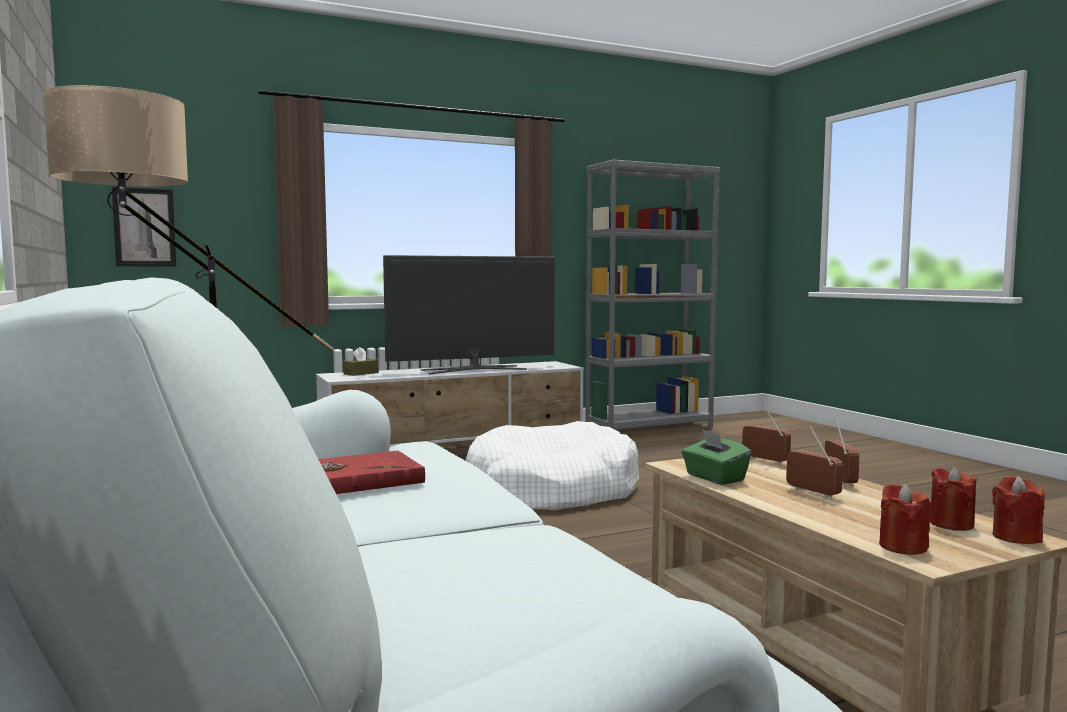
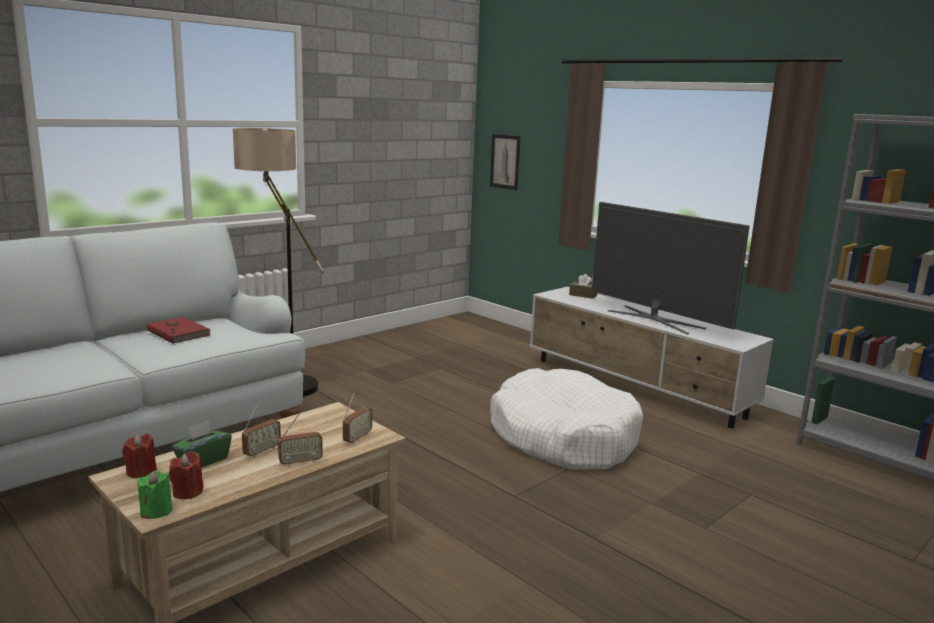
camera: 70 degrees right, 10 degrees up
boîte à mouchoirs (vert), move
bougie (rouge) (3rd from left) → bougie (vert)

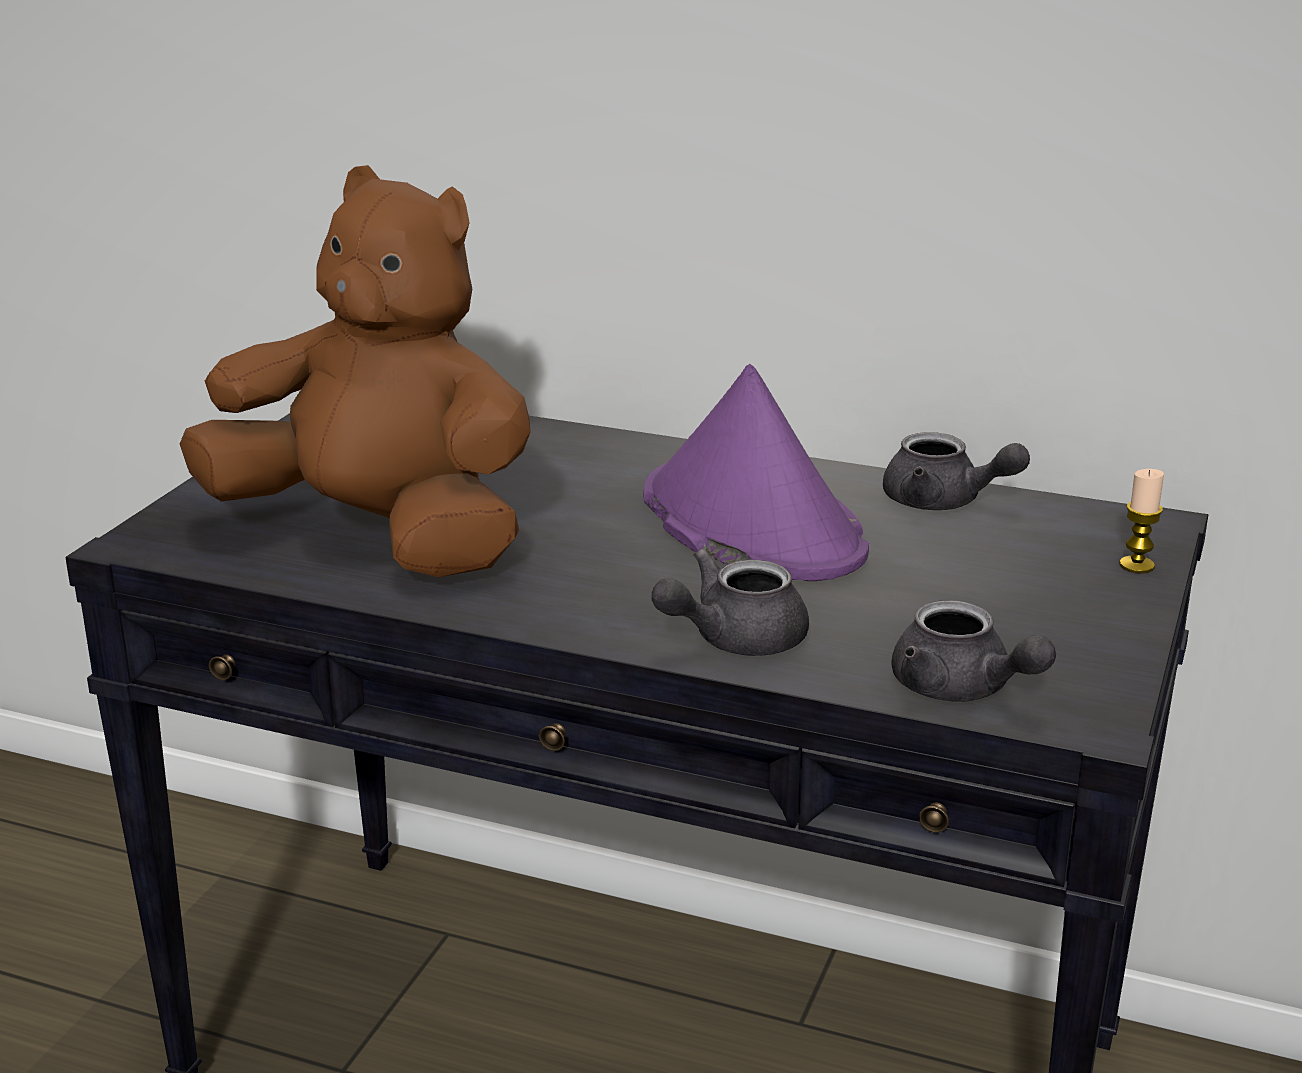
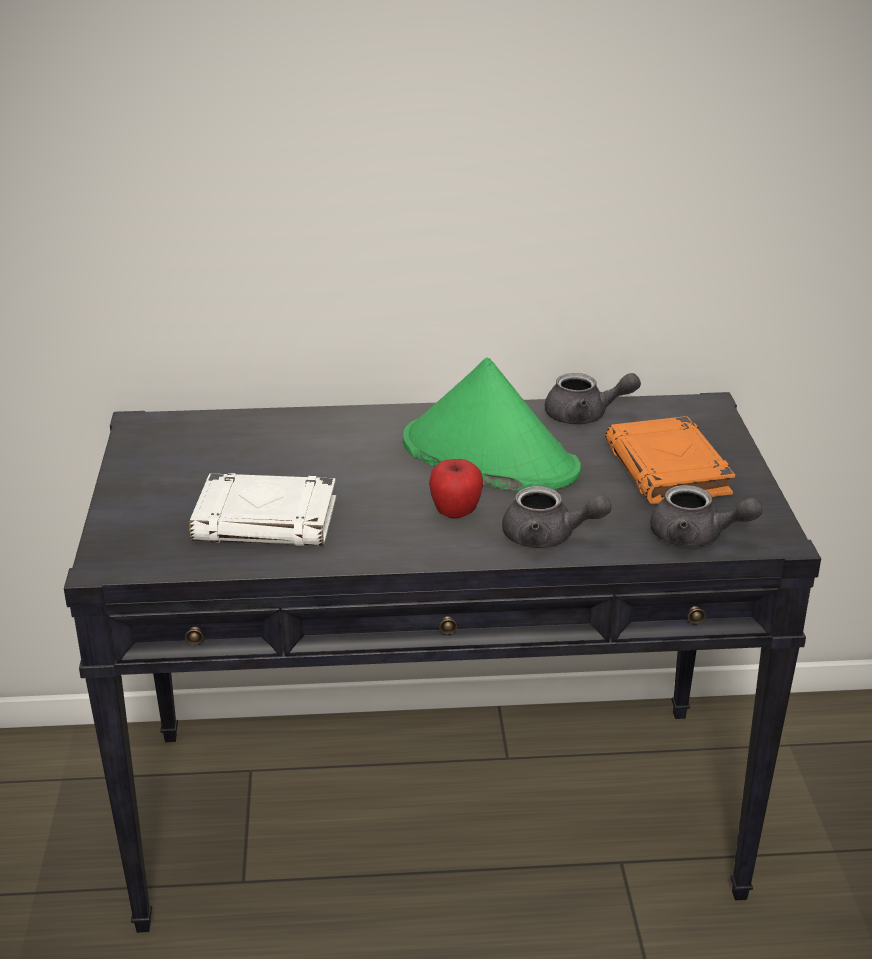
camera: 25 degrees left, 5 degrees up
bougie → -
- → pomme
- → livre (orange)
peluche (marron) → livre (blanc)
chapeau (violet) → chapeau (vert)
théière (gris) (1st from left), 105 degrees counterclockwise

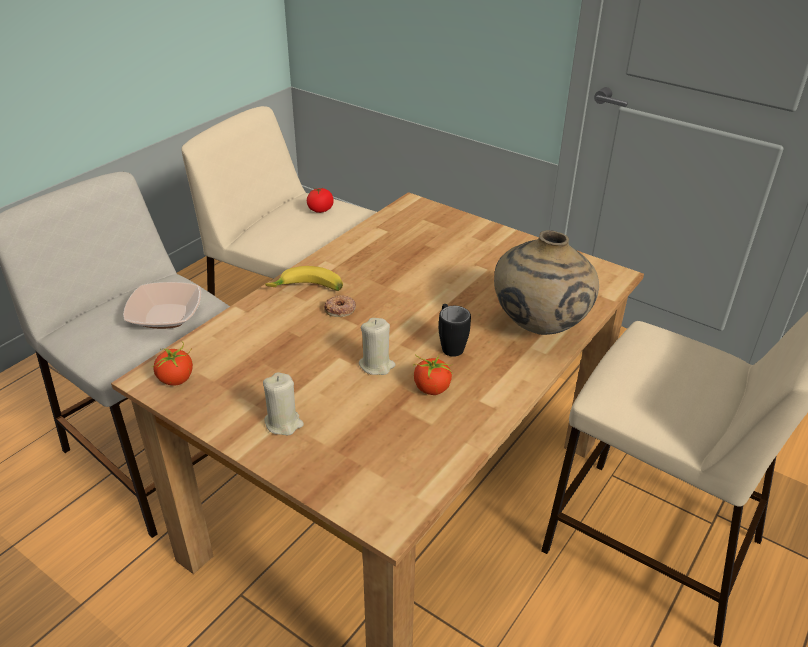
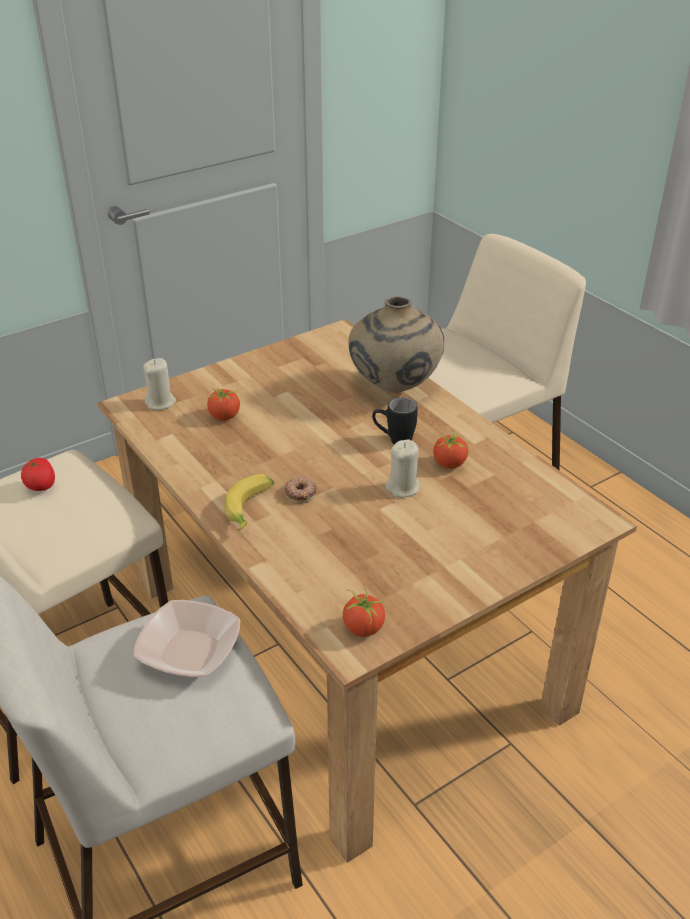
camera: 70 degrees left, 0 degrees up
- → tomate (2nd from left)
bougie (beige) (1st from left), move

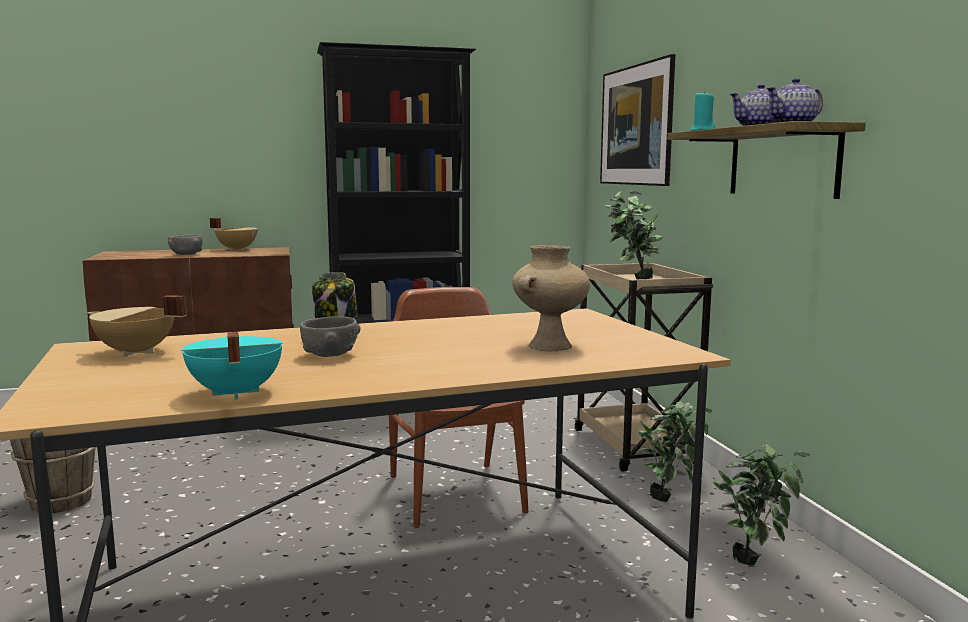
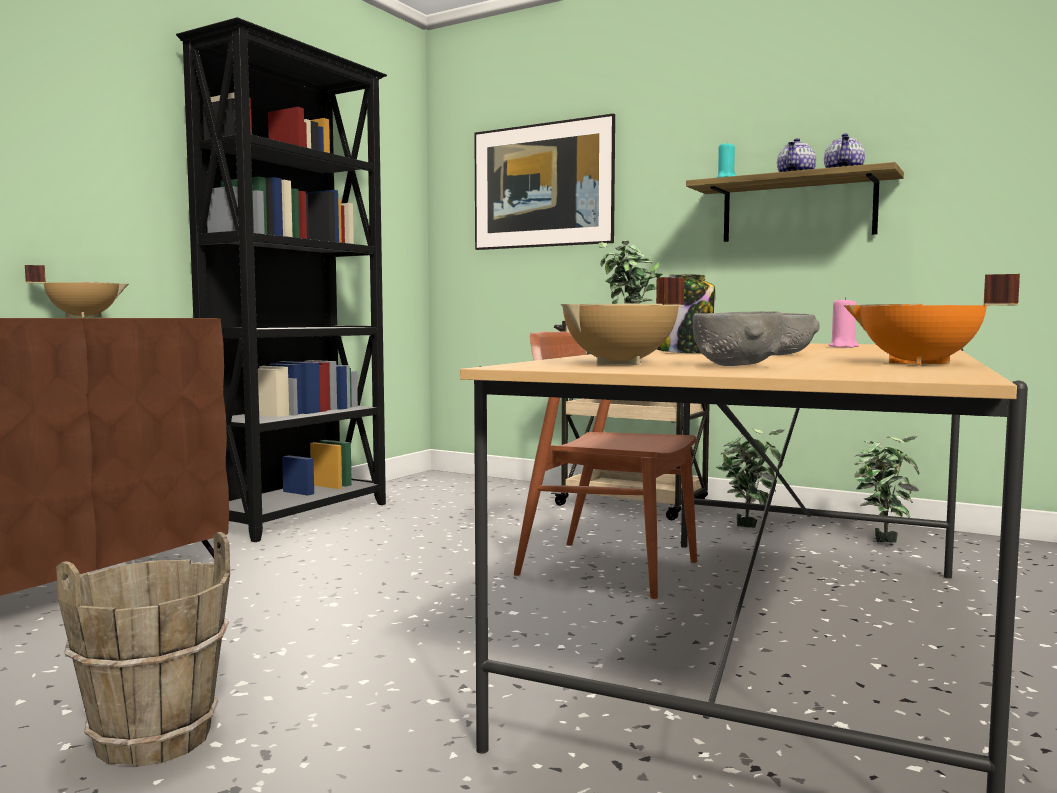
camera: 45 degrees left, 5 degrees down
bol (gris) (1st from left), move
vase (beige) → bougie (rose)
marmite (turquoise) → marmite (orange)

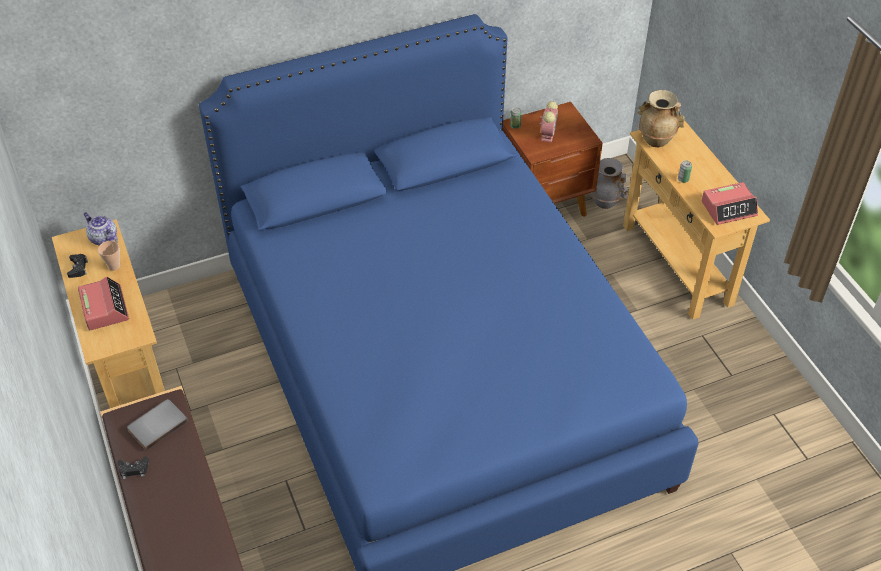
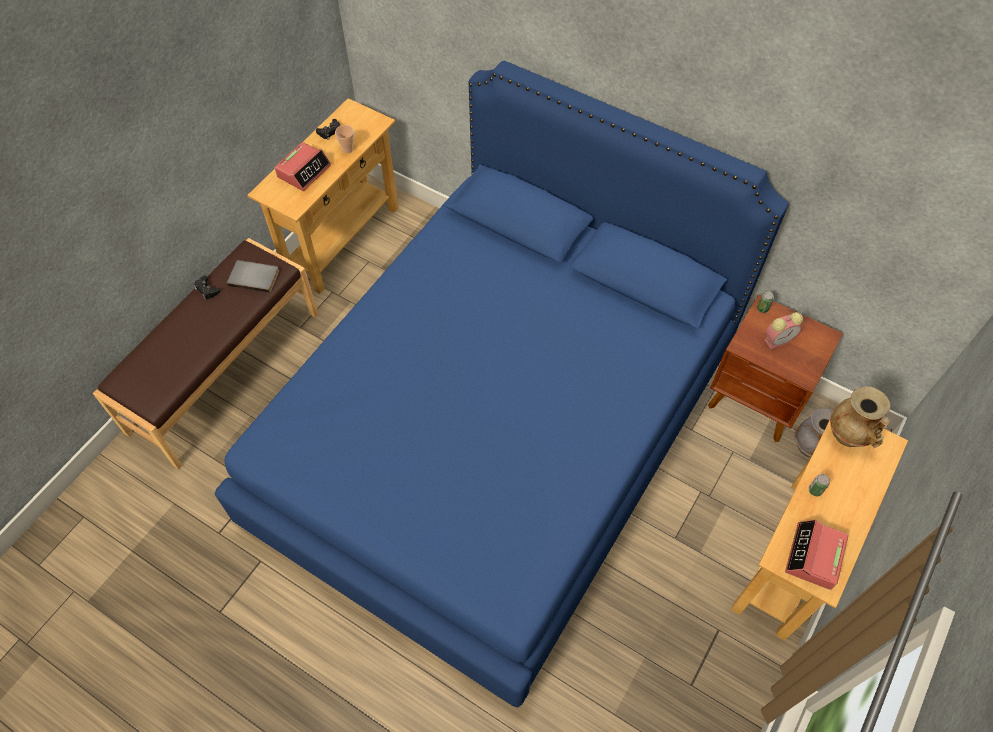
camera: 55 degrees right, 10 degrees up
théière → -
réveil (3rd from left), 75 degrees clockwise

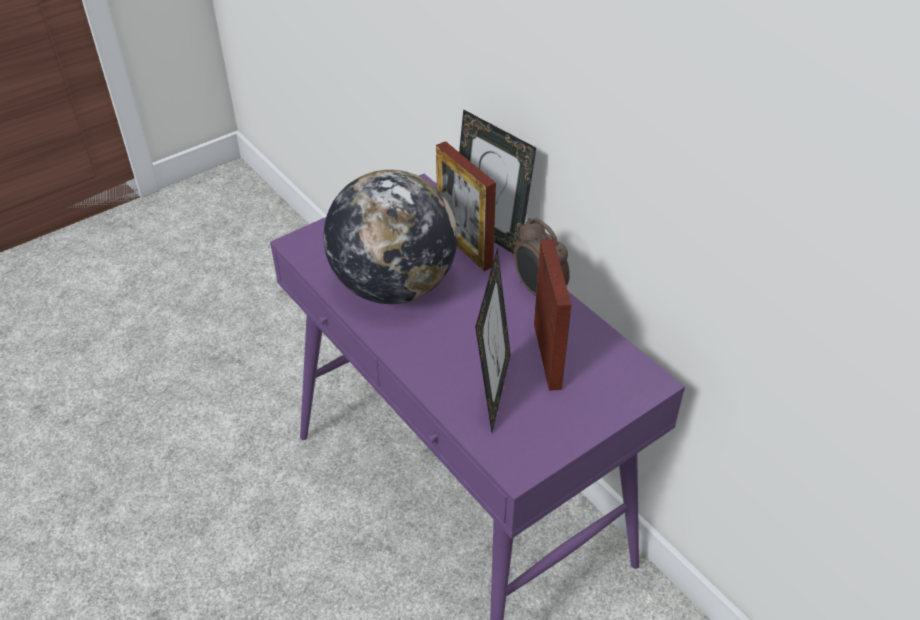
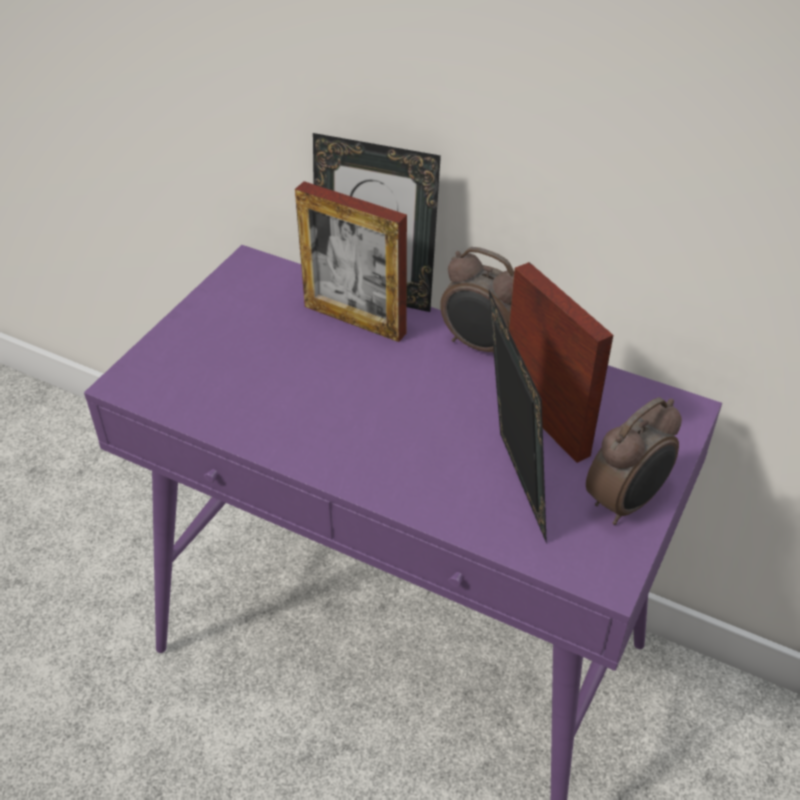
camera: 25 degrees left, 0 degrees up
globe → -
- → réveil (2nd from left)

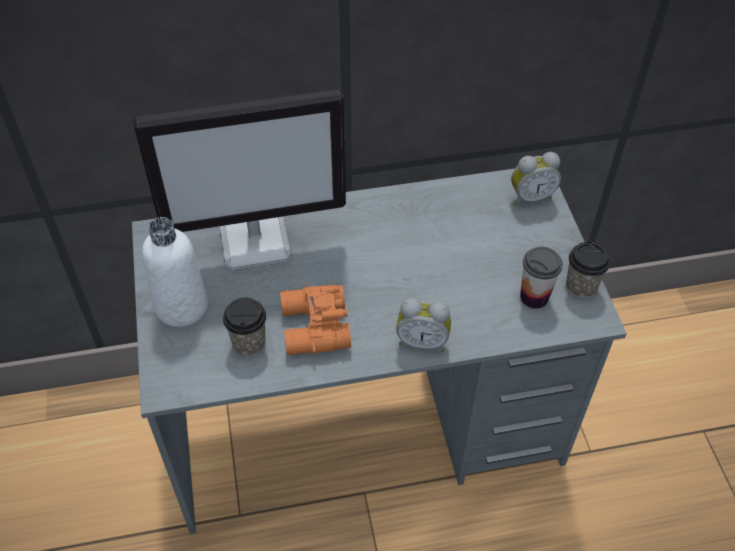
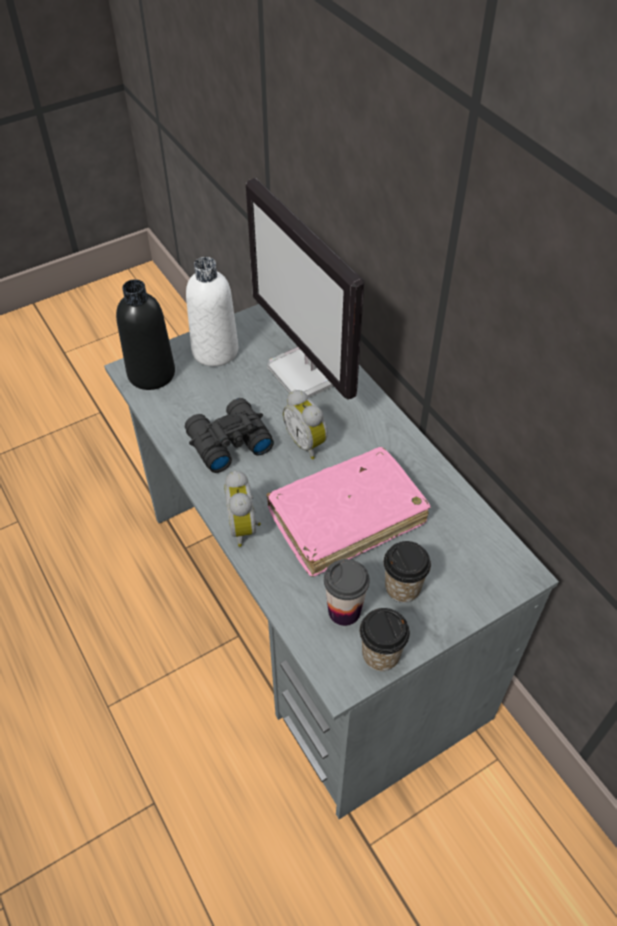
camera: 70 degrees right, 0 degrees up
- → bouteille (noir)
- → livre (rose)
tasse (1st from left in the first image) → tasse (3rd from left), move
réveil (2nd from left), move
jumelles (orange) → jumelles (noir)

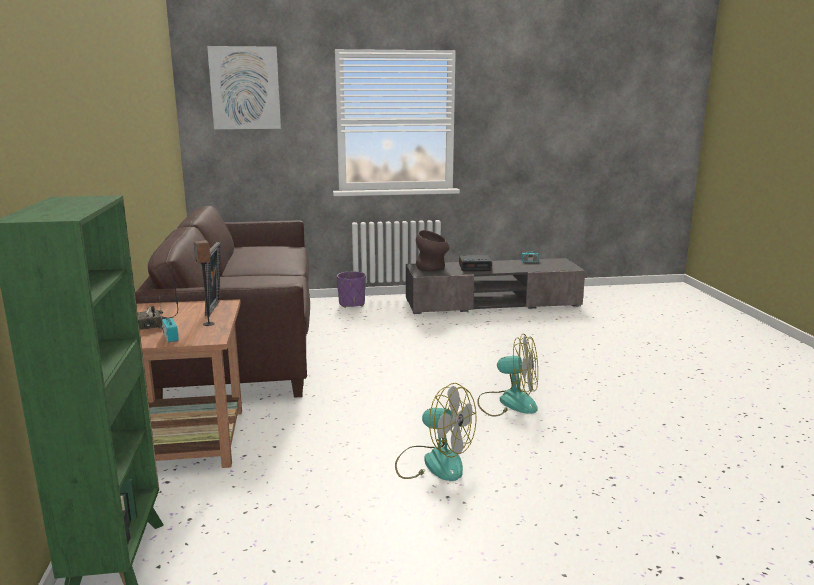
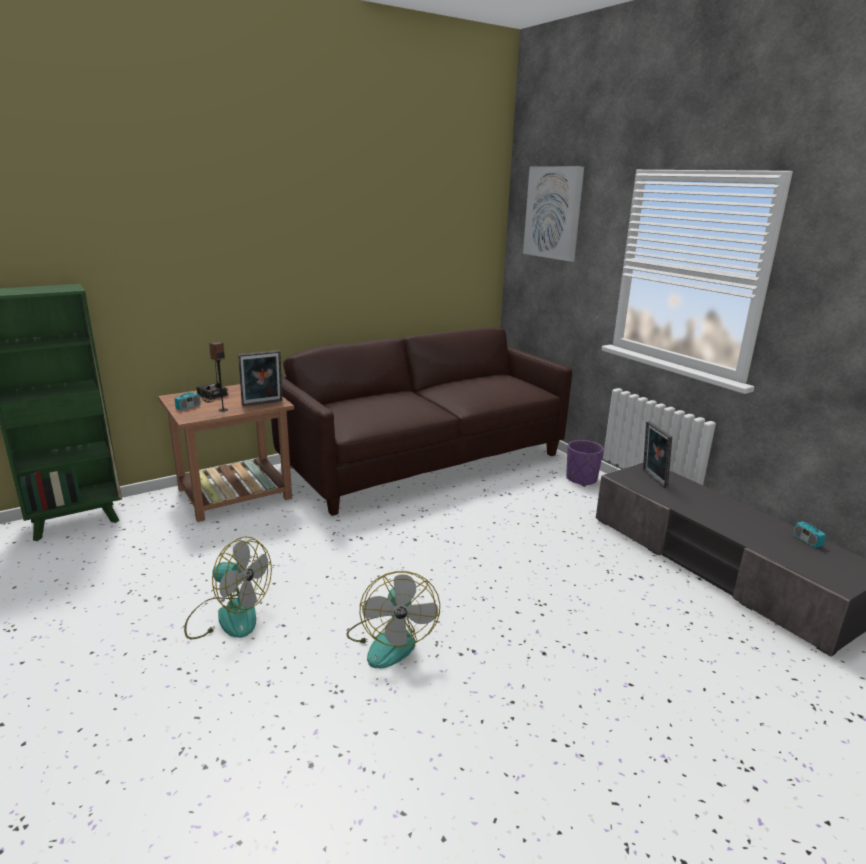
camera: 65 degrees right, 5 degrees up
réveil → -
vase (marron) → cadre photo (2nd from left)
ventilateur (1st from left), 75 degrees counterclockwise

